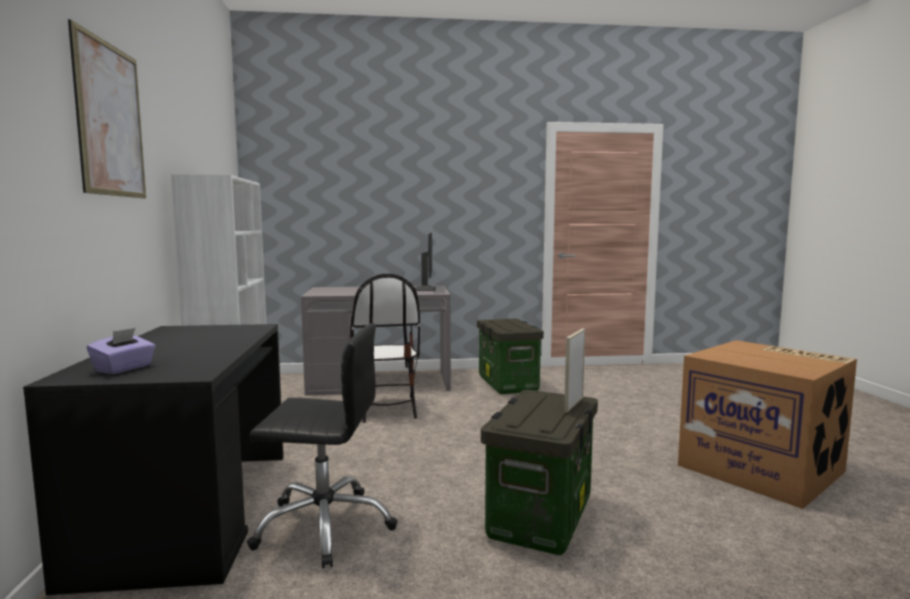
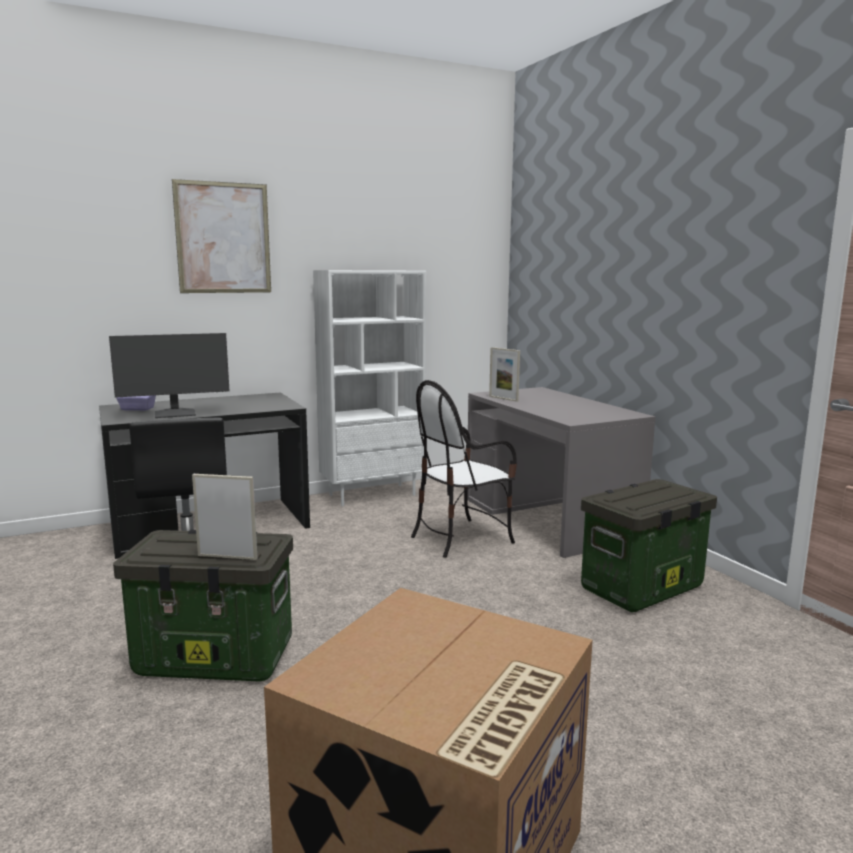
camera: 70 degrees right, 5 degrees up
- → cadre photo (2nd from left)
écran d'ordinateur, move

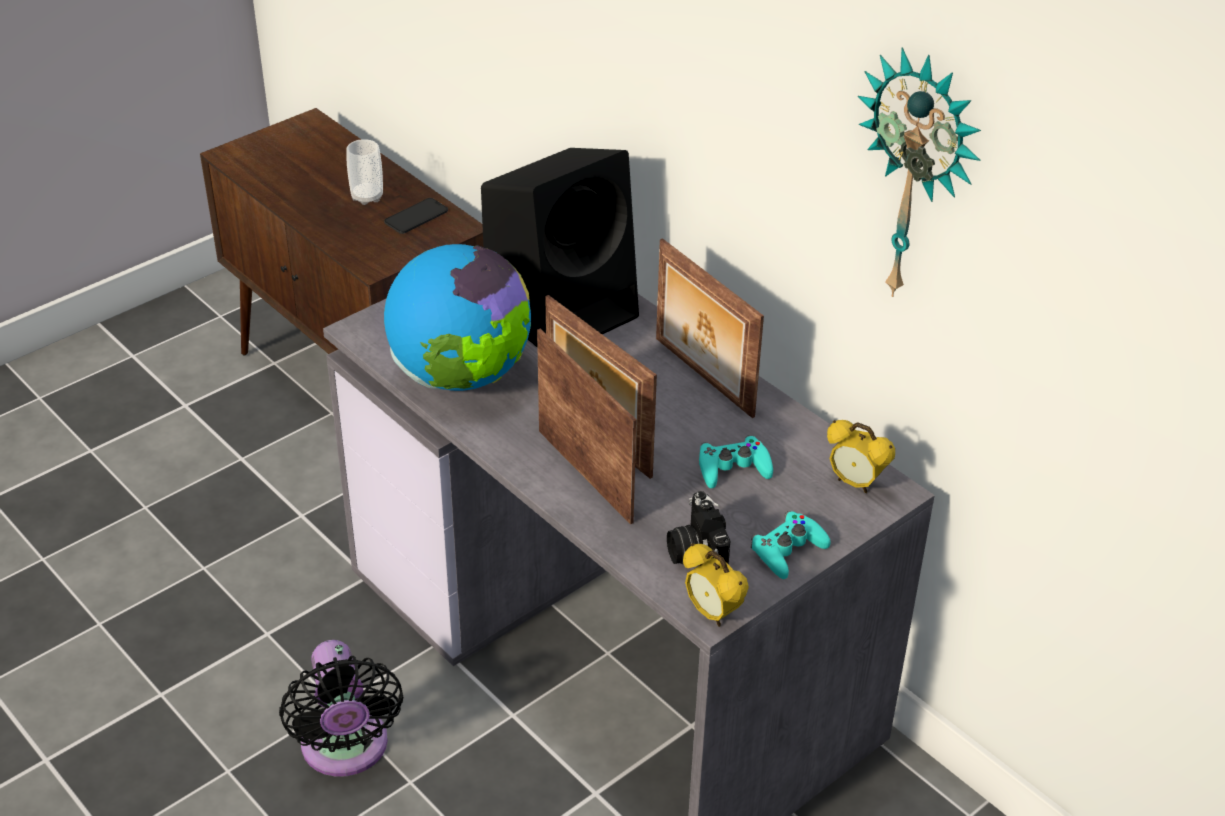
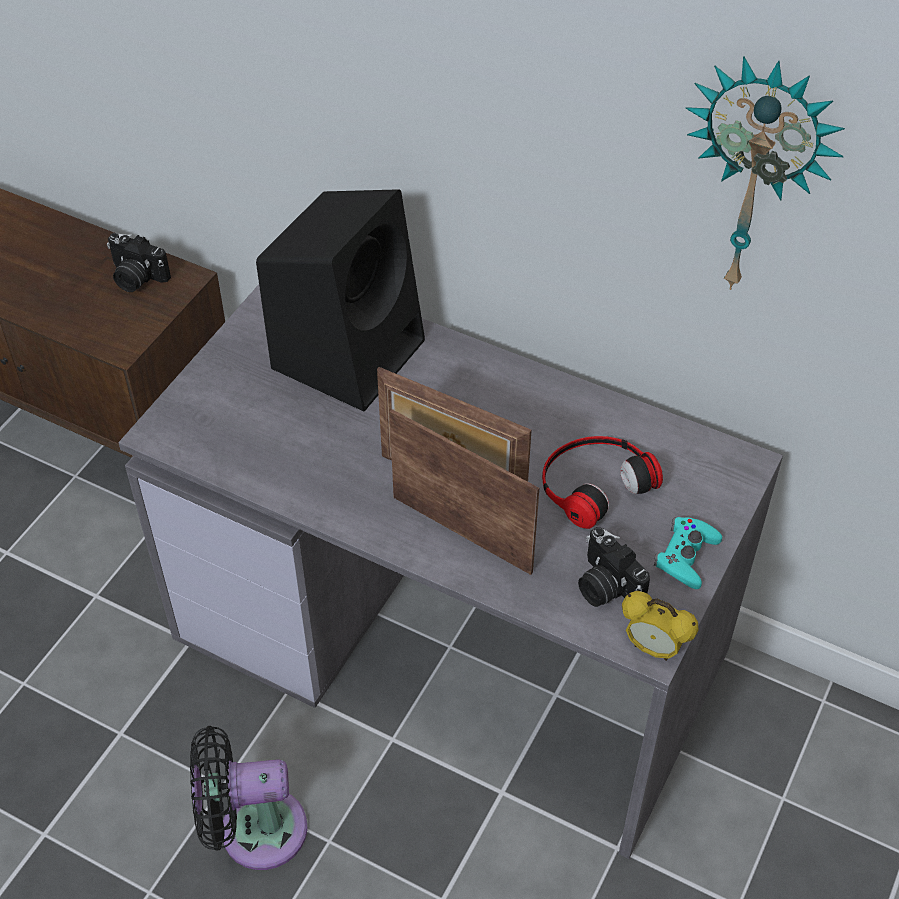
camera: 20 degrees left, 10 degrees up
tasse → -
globe → -
cadre photo (3rd from left) → -
réveil (2nd from left) → -
téléphone → appareil photo (1st from left)
manette (turquoise) (1st from left) → casque audio
ventilateur (noir), 120 degrees clockwise

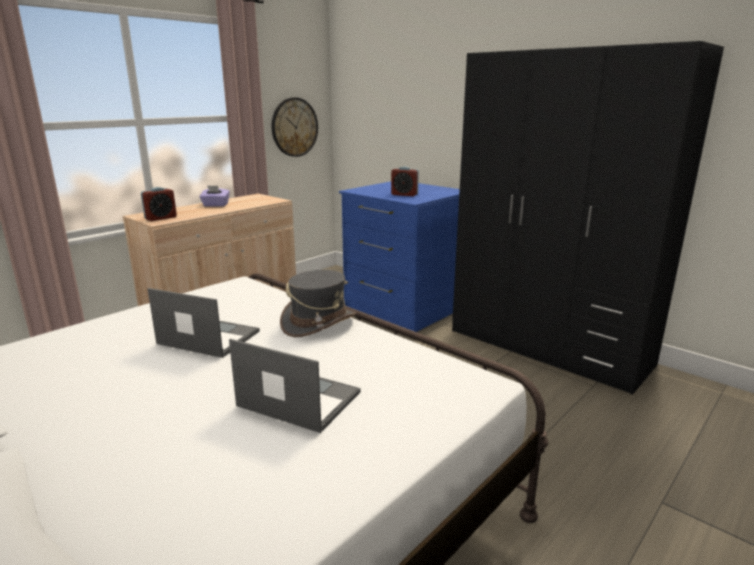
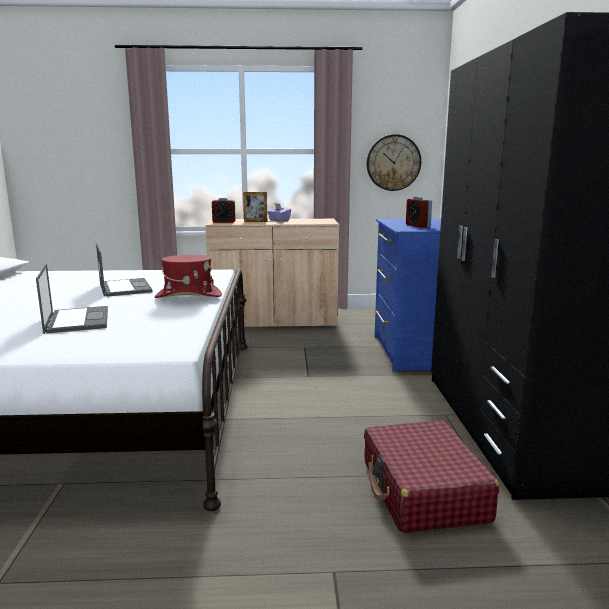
camera: 45 degrees right, 5 degrees down
- → cadre photo
- → valise (rouge)
chapeau (gris) → chapeau (rouge)

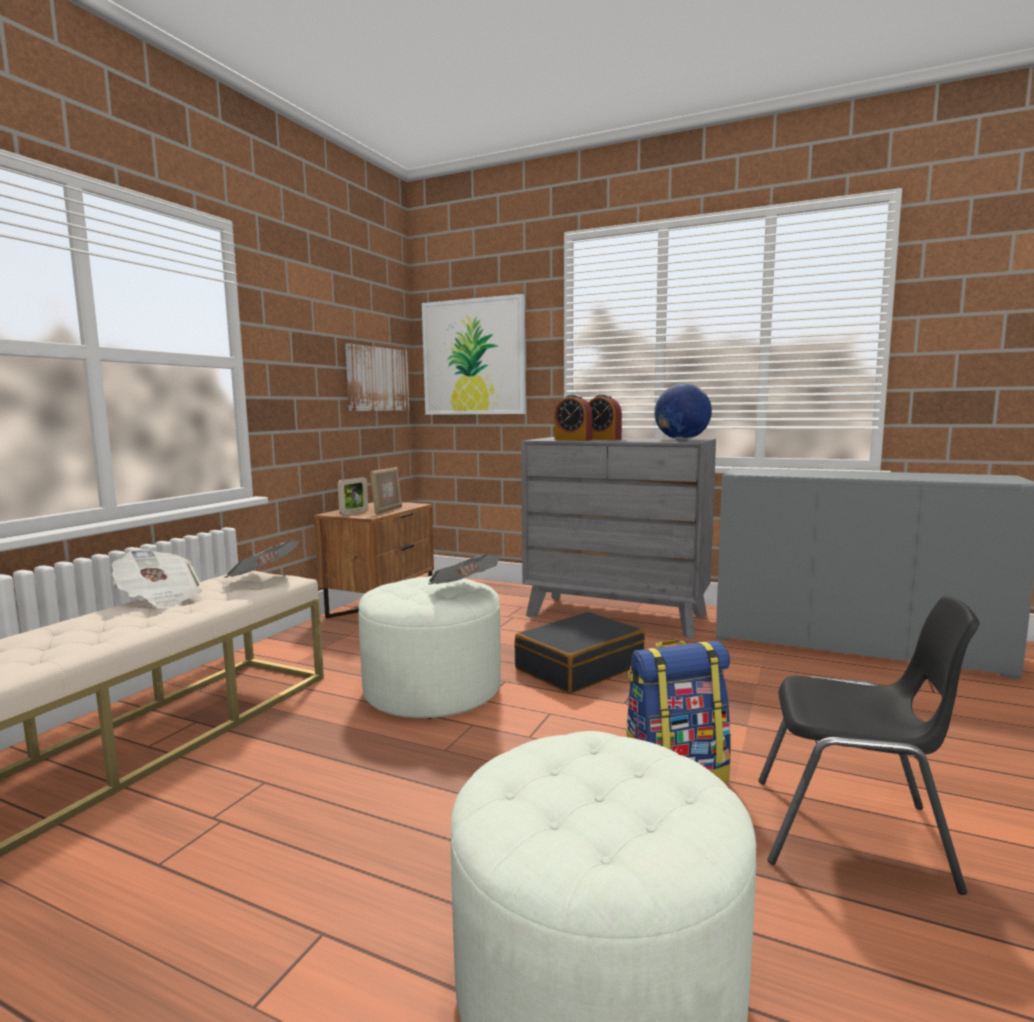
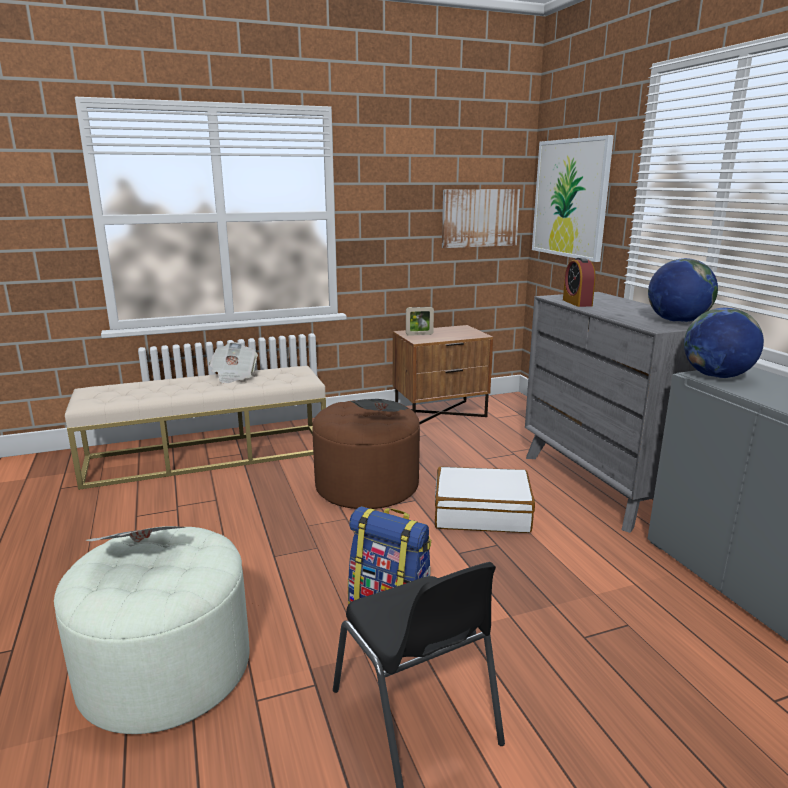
camera: 45 degrees right, 10 degrees up
cadre photo (2nd from left) → -
réveil (2nd from left) → -
- → globe (2nd from left)
journal (2nd from left in the first image) → journal (1st from left), move
pouf (blanc) (1st from left) → pouf (marron)
valise (noir) → valise (blanc)

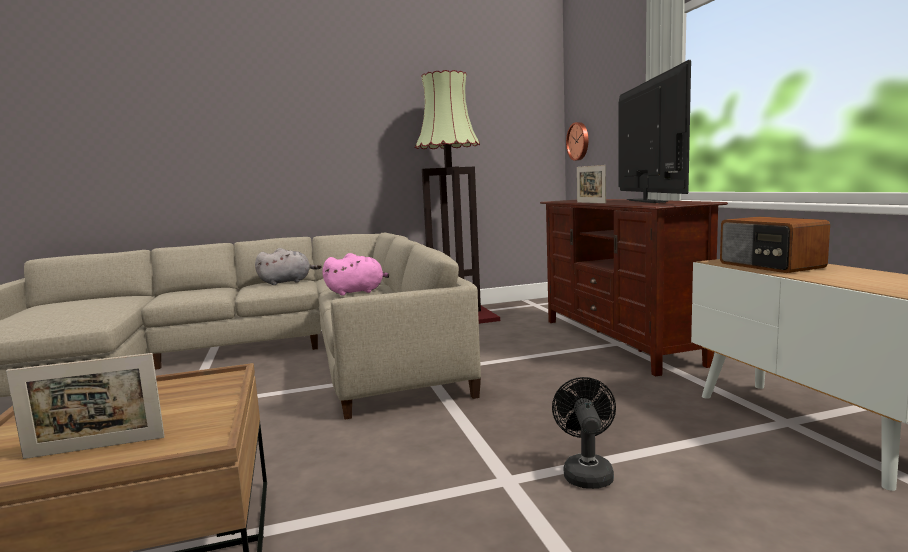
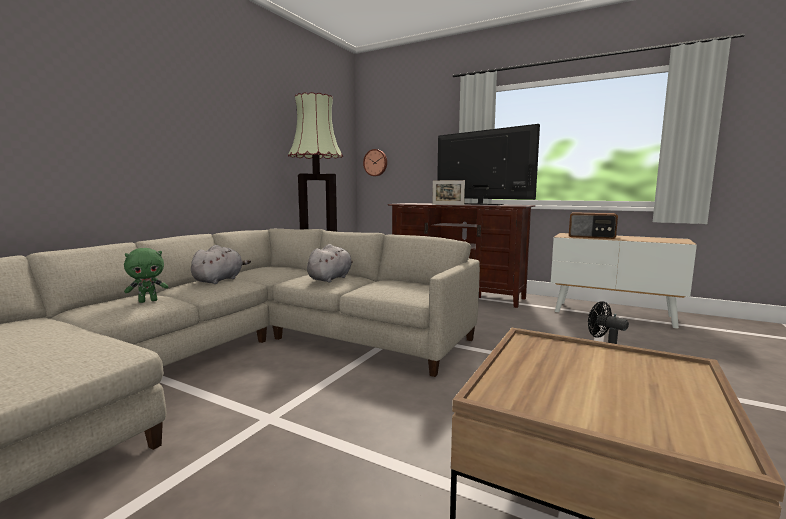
camera: 45 degrees left, 0 degrees up
cadre photo (1st from left) → -
- → peluche (vert)
peluche (rose) → peluche (gris) (2nd from left)

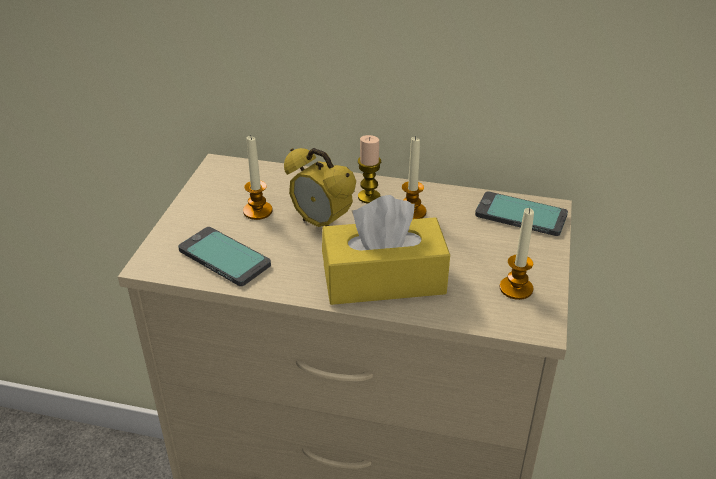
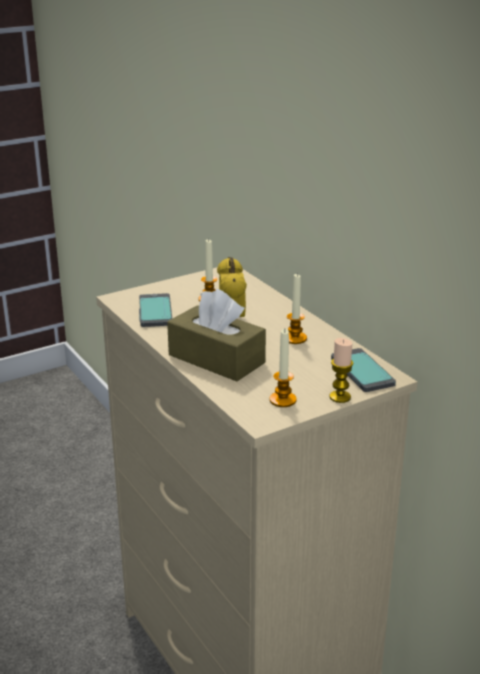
camera: 45 degrees right, 10 degrees down
bougie (2nd from left in the first image) → bougie (4th from left), move
boîte à mouchoirs (jaune) → boîte à mouchoirs (marron)

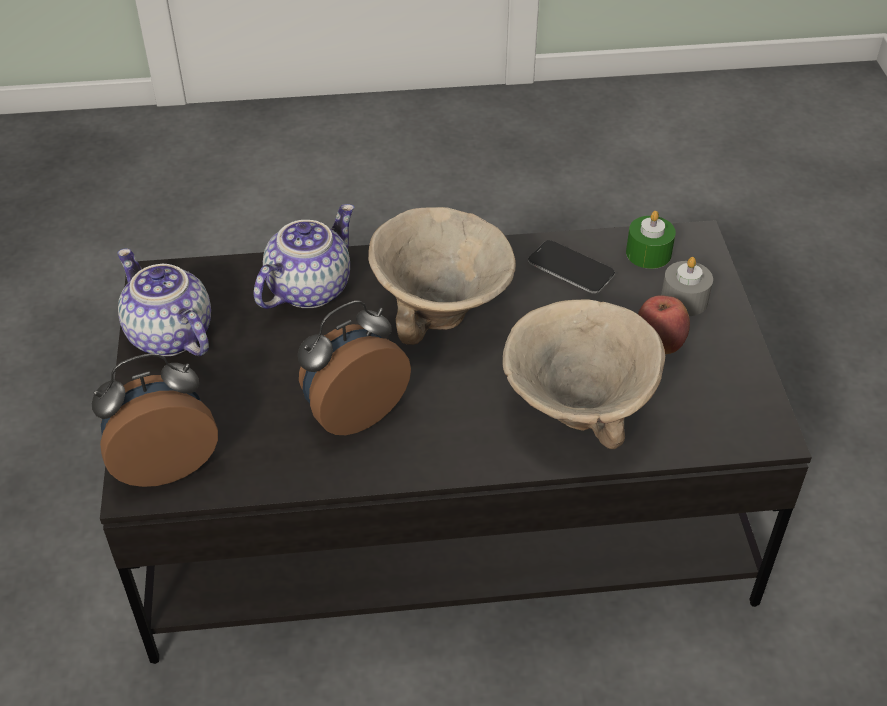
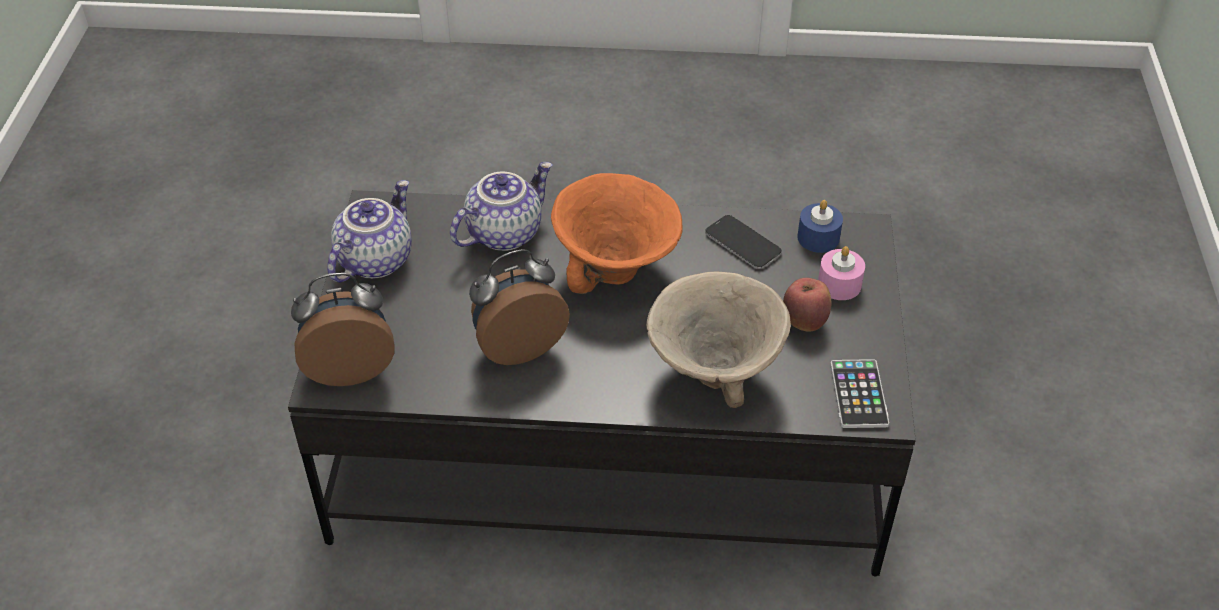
camera: 10 degrees right, 0 degrees up
- → téléphone (2nd from left)
bol (beige) (1st from left) → bol (orange)
bougie (vert) → bougie (bleu)
bougie (gris) → bougie (rose)
théière (1st from left), 60 degrees clockwise

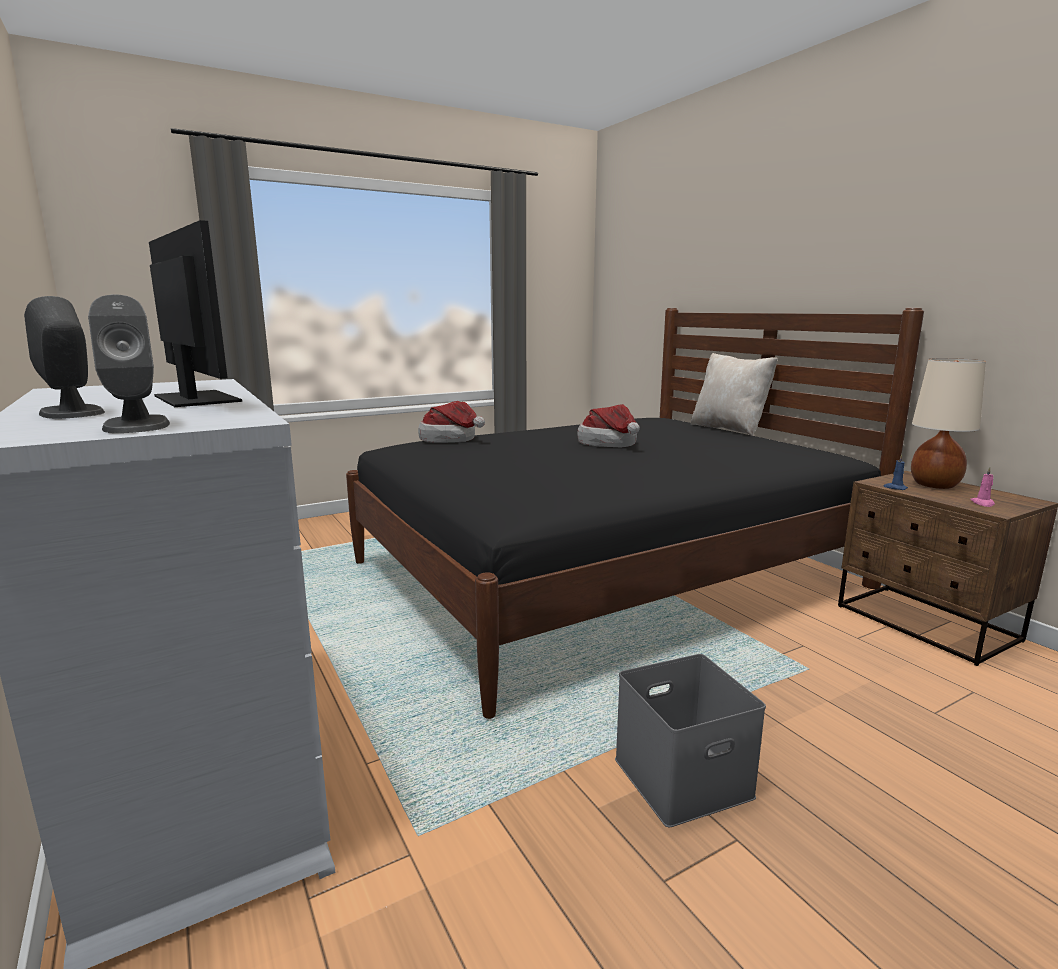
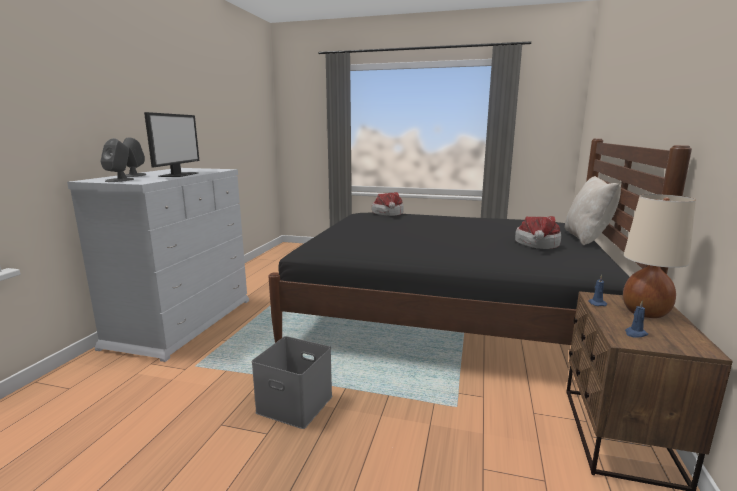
camera: 45 degrees right, 0 degrees up
chapeau (2nd from left), move
bougie (rose) → bougie (bleu) (2nd from left)

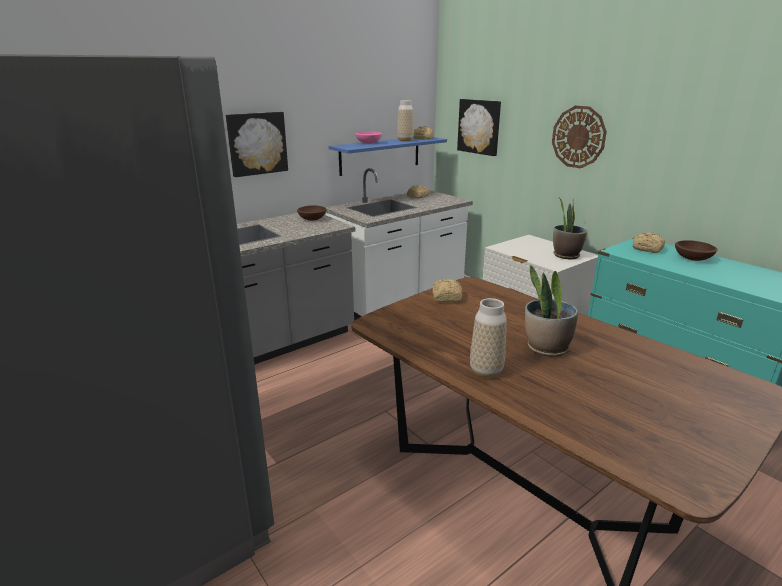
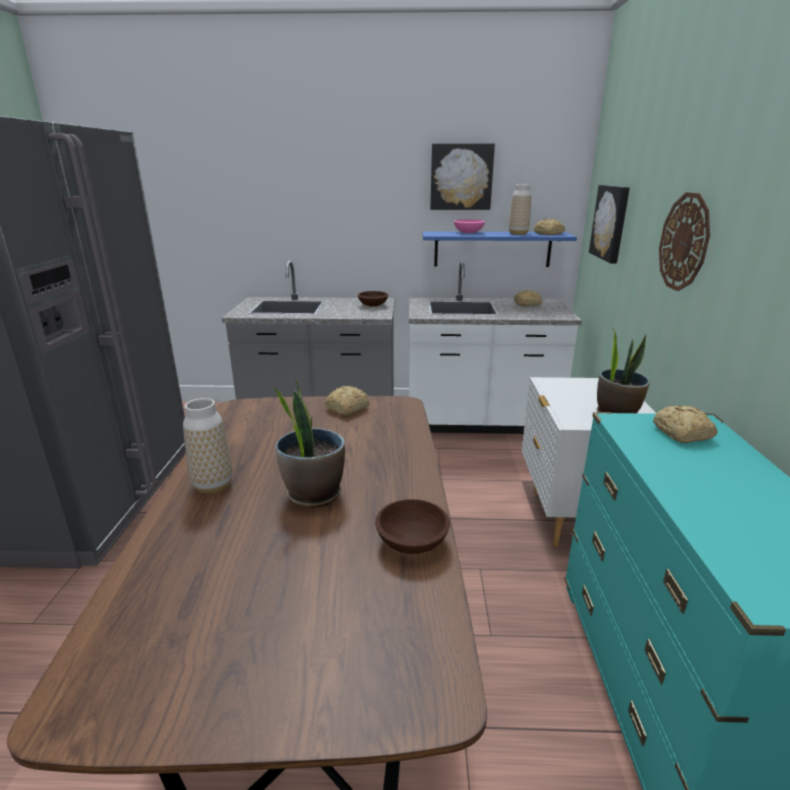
camera: 40 degrees right, 0 degrees up
tableau (1st from left), move
bol (marron) (2nd from left), move

